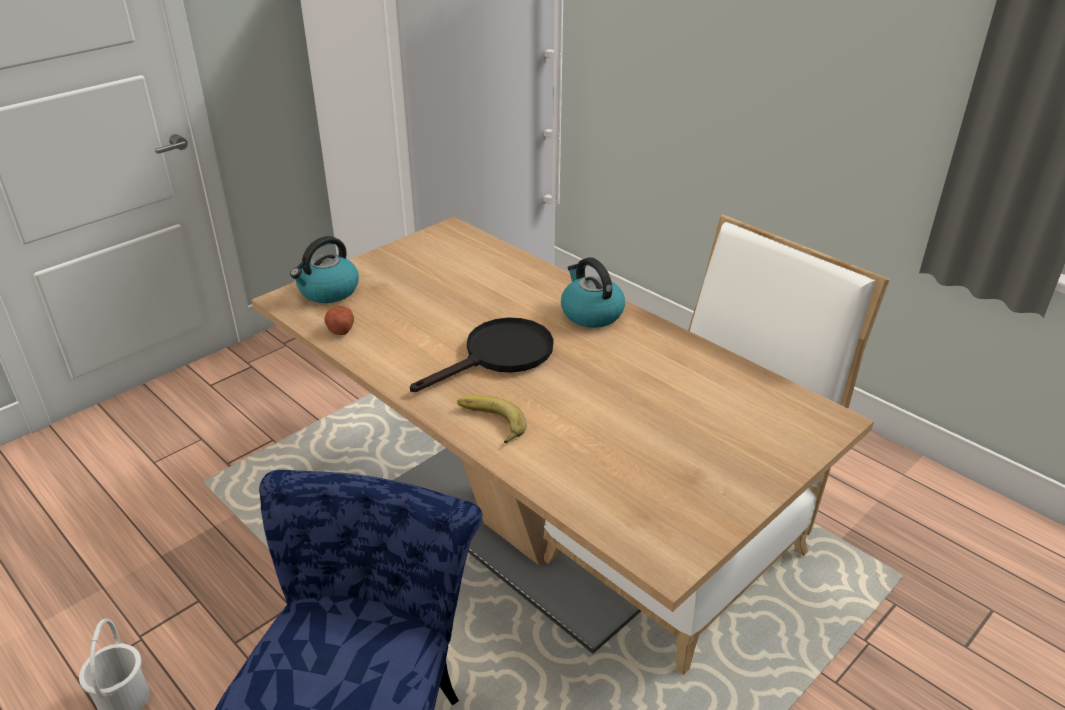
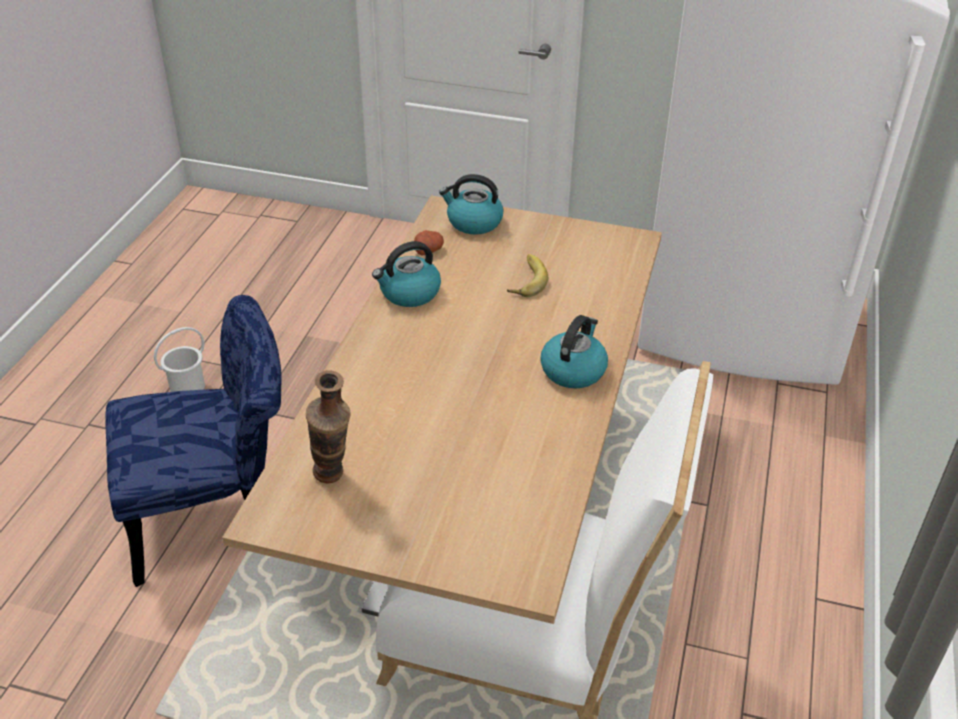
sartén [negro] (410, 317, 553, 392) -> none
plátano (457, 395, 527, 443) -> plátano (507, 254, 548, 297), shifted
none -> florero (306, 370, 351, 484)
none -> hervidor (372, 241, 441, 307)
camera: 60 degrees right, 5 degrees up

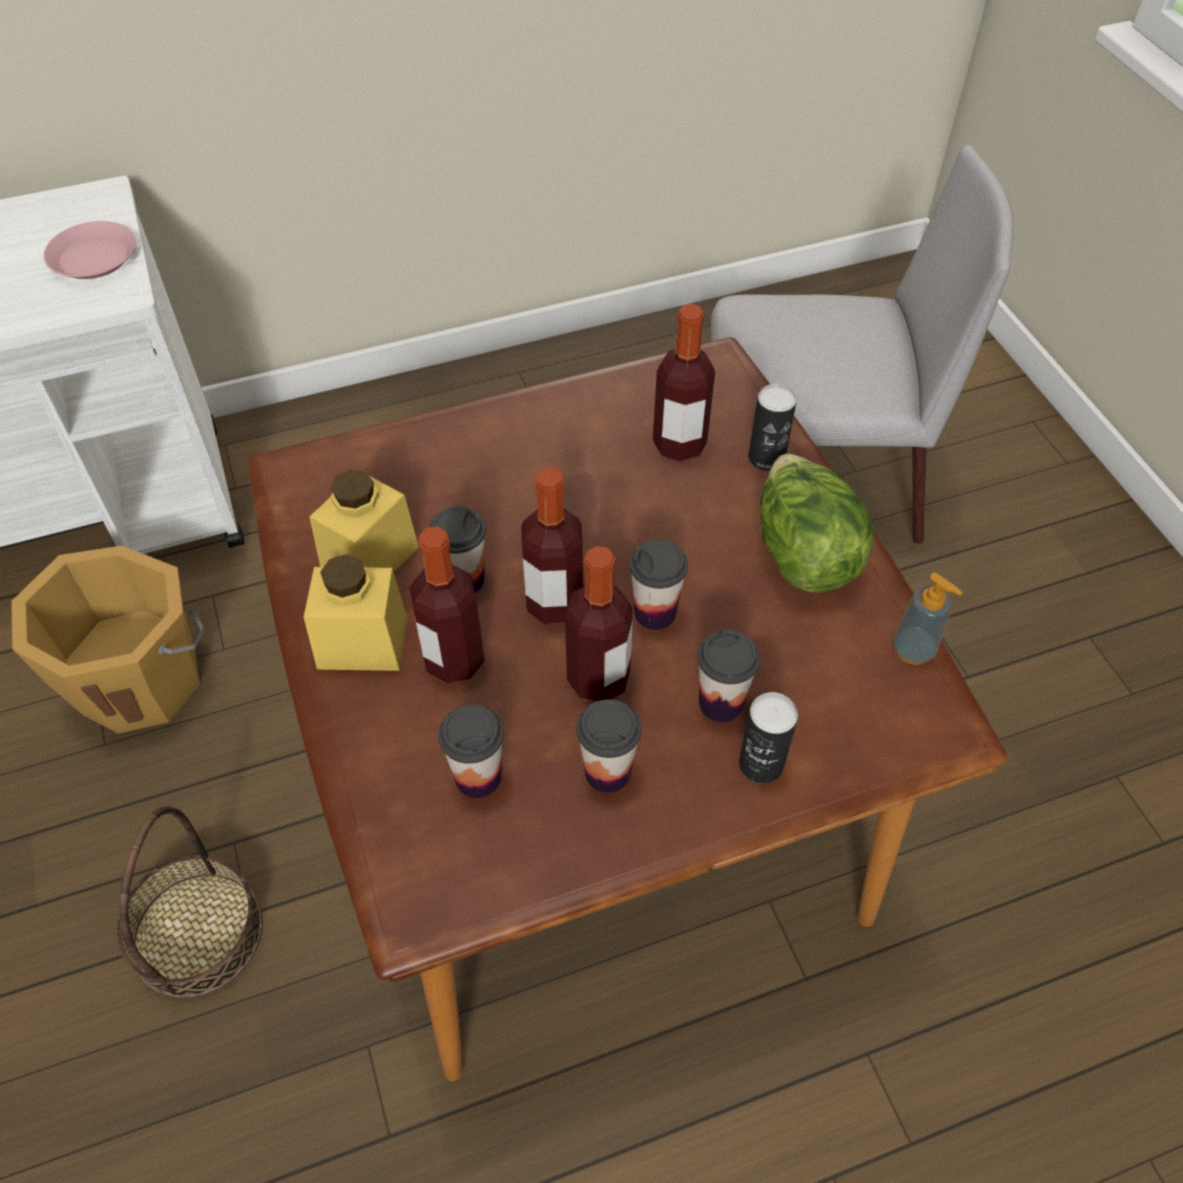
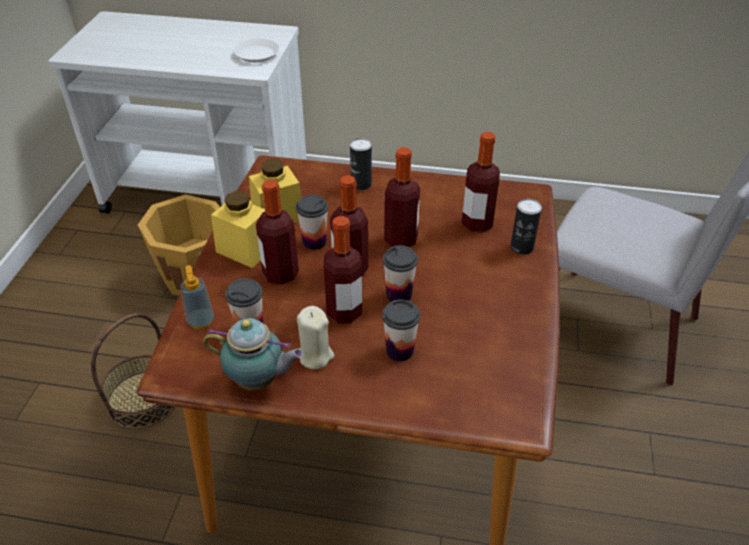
plato [rosa] (44, 221, 136, 279) -> plato [blanco] (233, 38, 280, 63)
taza (577, 699, 641, 793) -> vela [beis] (297, 306, 334, 369)
lata (739, 692, 798, 784) -> lata (350, 138, 372, 190), shifted
lechuga (760, 454, 873, 593) -> none
dispensador de jabón (893, 573, 962, 665) -> dispensador de jabón (180, 265, 214, 330), shifted
none -> tetera (203, 318, 304, 390)
none -> botella (384, 147, 420, 248)
camera: 30 degrees right, 10 degrees down

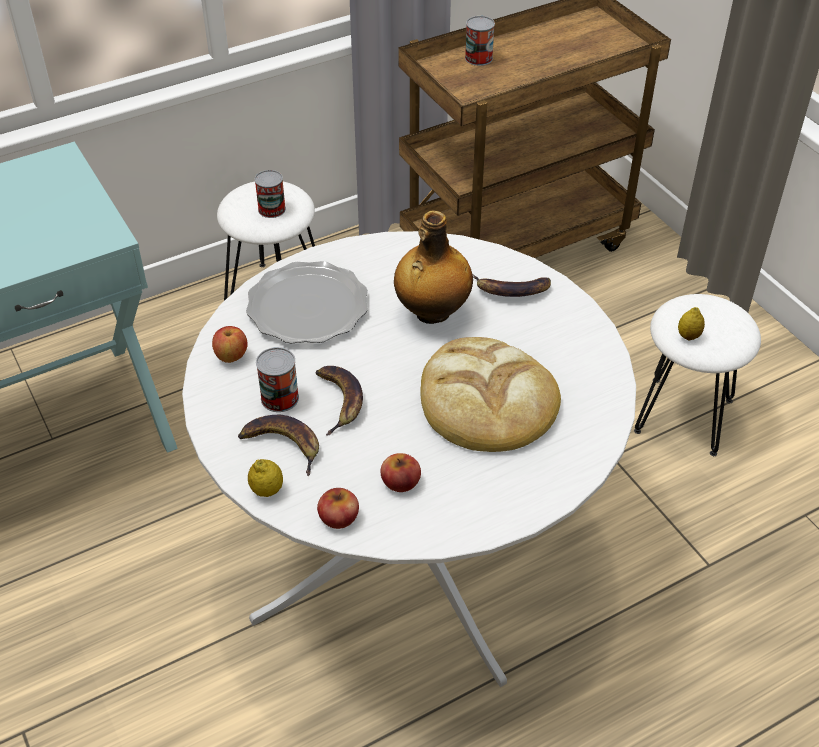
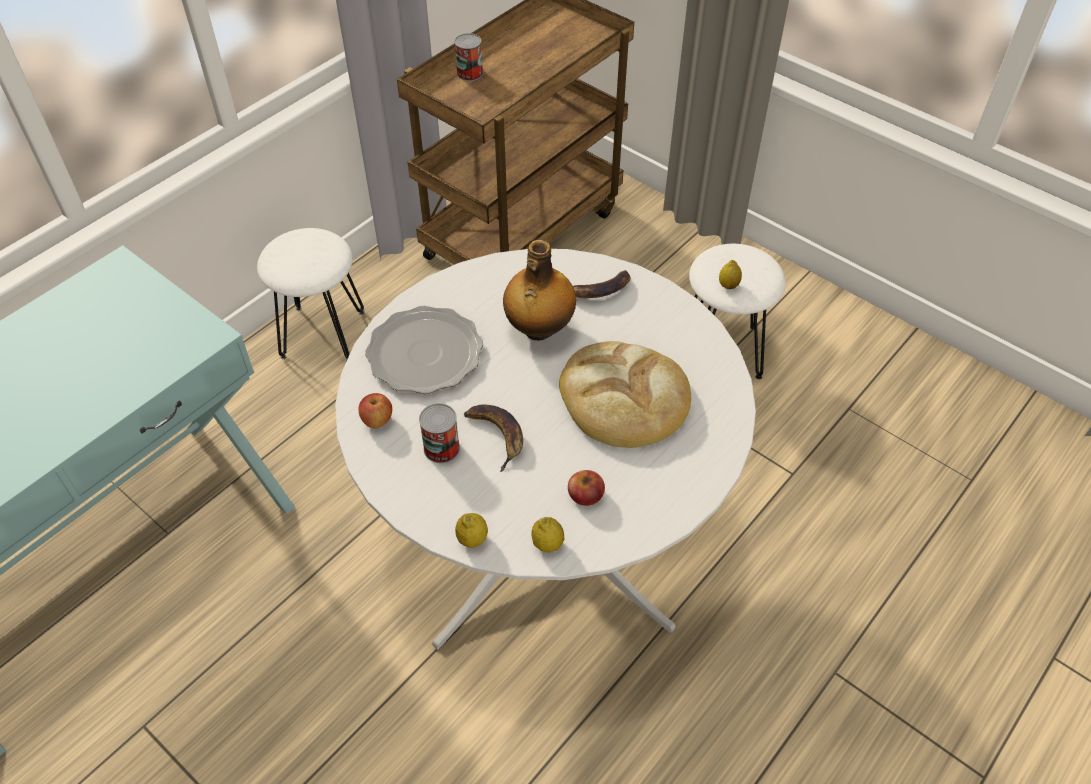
plátano (238, 415, 319, 476) -> none
lata (255, 170, 286, 218) -> none
manzana (317, 488, 359, 529) -> limón (532, 517, 564, 552)
camera: 20 degrees left, 5 degrees up

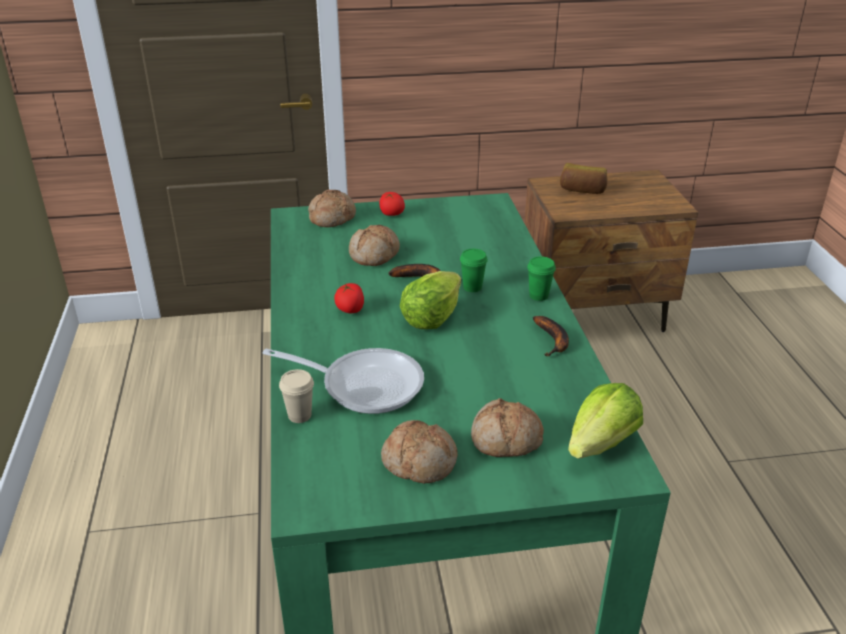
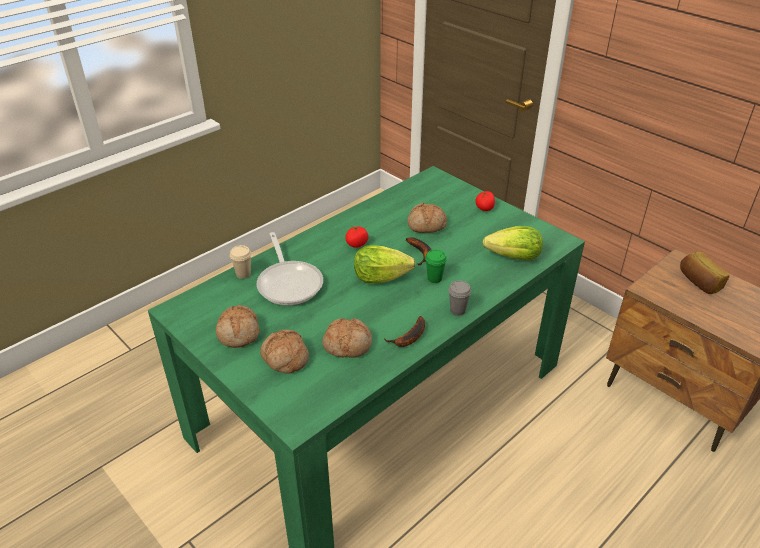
pan (308, 190, 356, 227) -> pan (322, 318, 372, 358), shifted
taza [verde] (527, 256, 556, 301) -> taza [gris] (448, 280, 471, 316)
lechuga (568, 383, 643, 459) -> lechuga (483, 226, 543, 260), shifted
camera: 55 degrees right, 5 degrees up

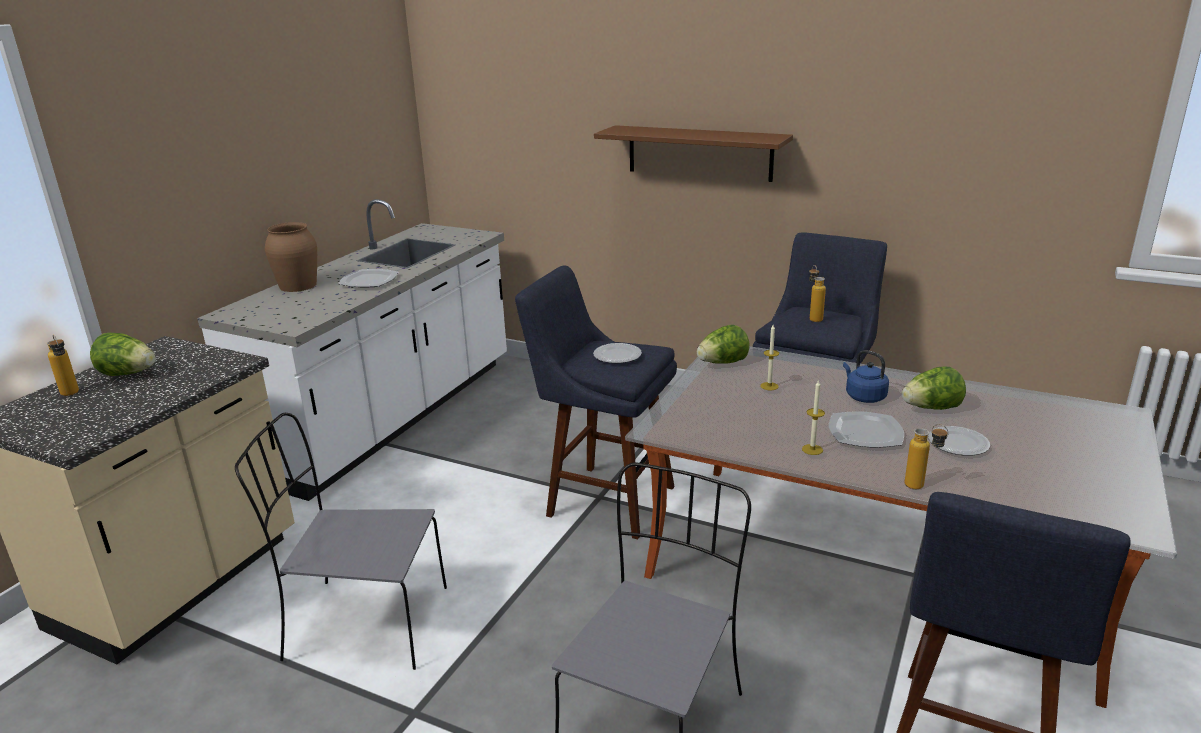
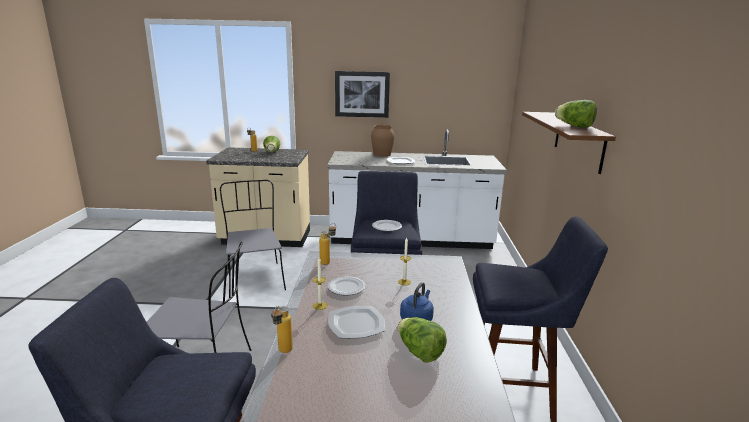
lechuga (697, 325, 750, 364) -> lechuga (555, 100, 597, 128), shifted
botella (809, 265, 826, 322) -> botella (319, 223, 336, 265), shifted
plato (928, 426, 990, 456) -> plato (328, 276, 365, 296), shifted
none -> cuadro (335, 71, 390, 118)
camera: 65 degrees right, 5 degrees down

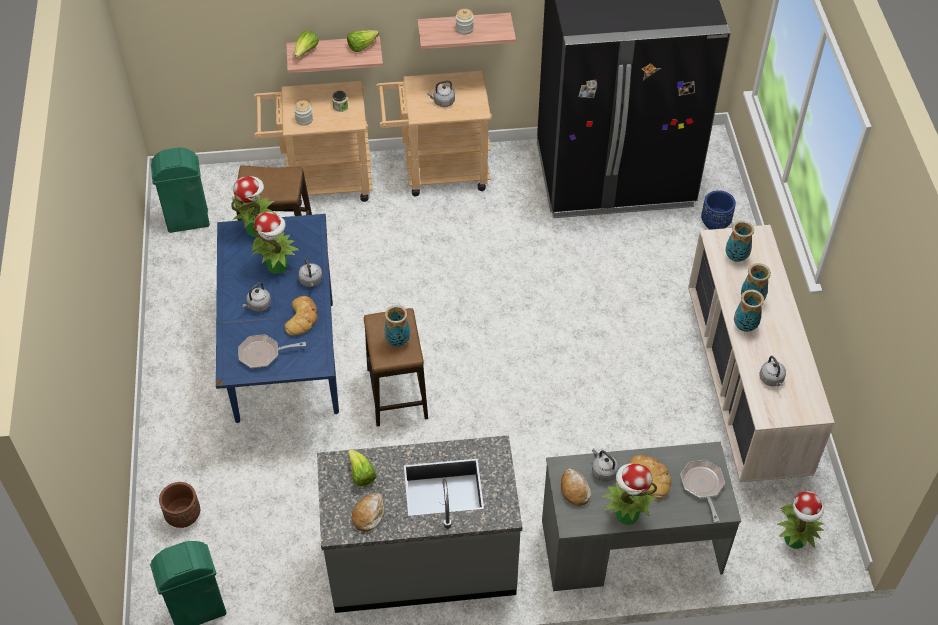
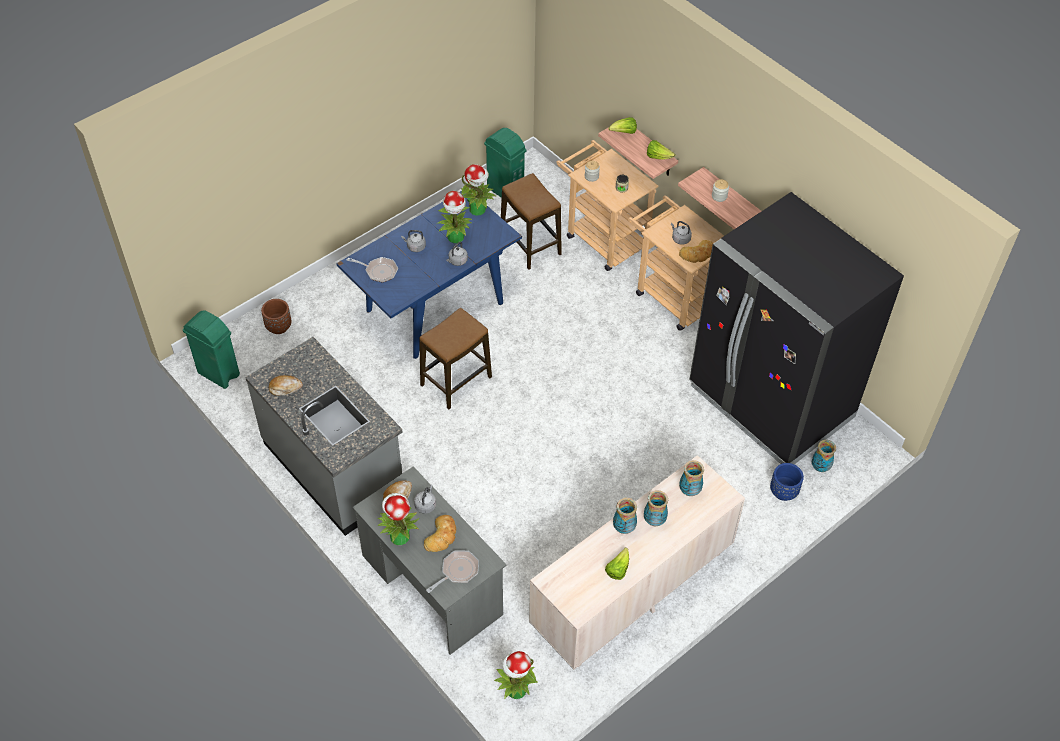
sartén (238, 334, 306, 368) -> sartén (347, 257, 398, 283), 150 degrees clockwise
pan (284, 296, 318, 336) -> pan (679, 240, 714, 263), shifted
lechuga (348, 450, 376, 486) -> lechuga (605, 548, 629, 580), shifted
florero (384, 305, 410, 347) -> florero (812, 440, 836, 472), shifted
hervidor [gris] (759, 356, 786, 387) -> none
camera: 55 degrees right, 0 degrees up

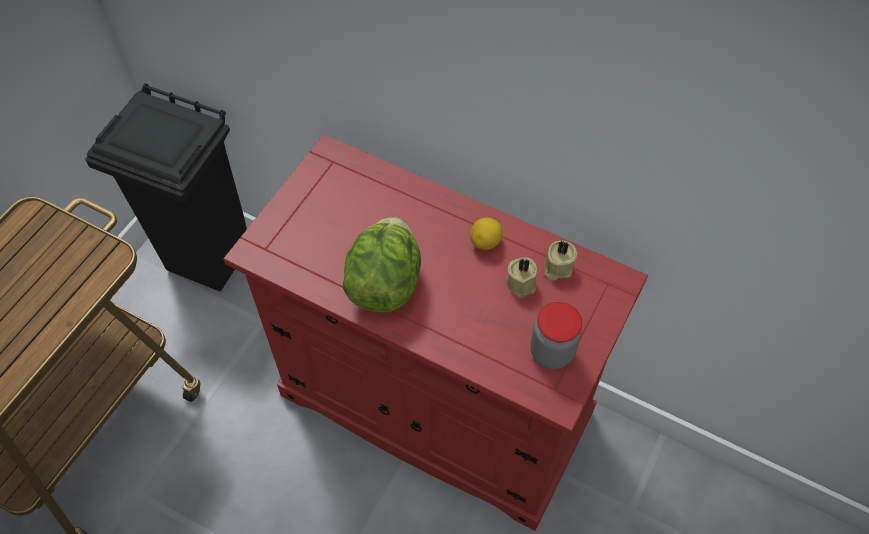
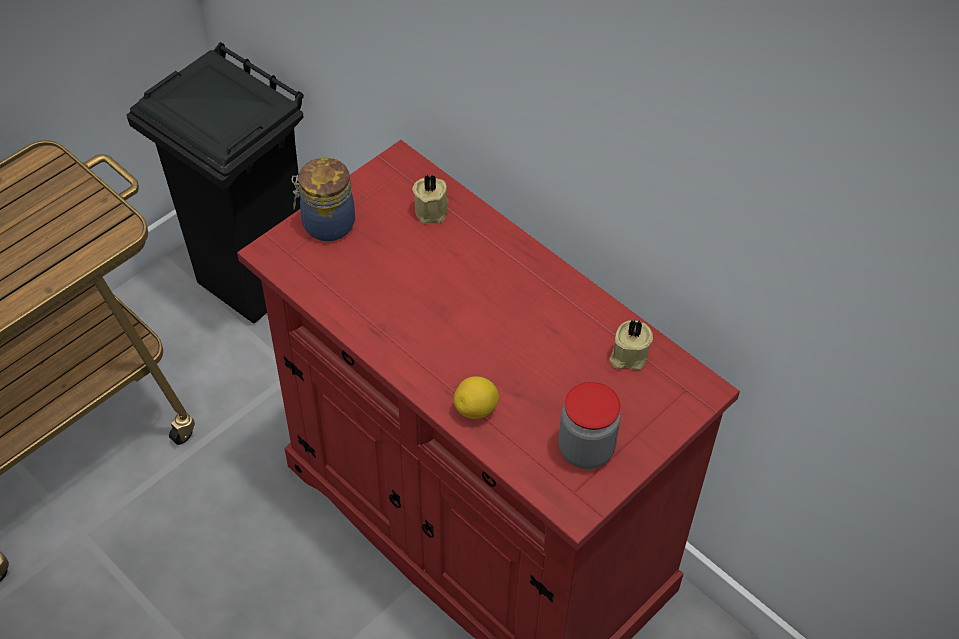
lechuga (342, 217, 421, 313) -> none
limón (470, 217, 503, 250) -> limón (454, 376, 499, 419), shifted
vela [beis] (506, 257, 537, 298) -> vela [beis] (413, 174, 448, 224), shifted
none -> tarro (291, 158, 355, 241)
camera: 15 degrees right, 5 degrees down

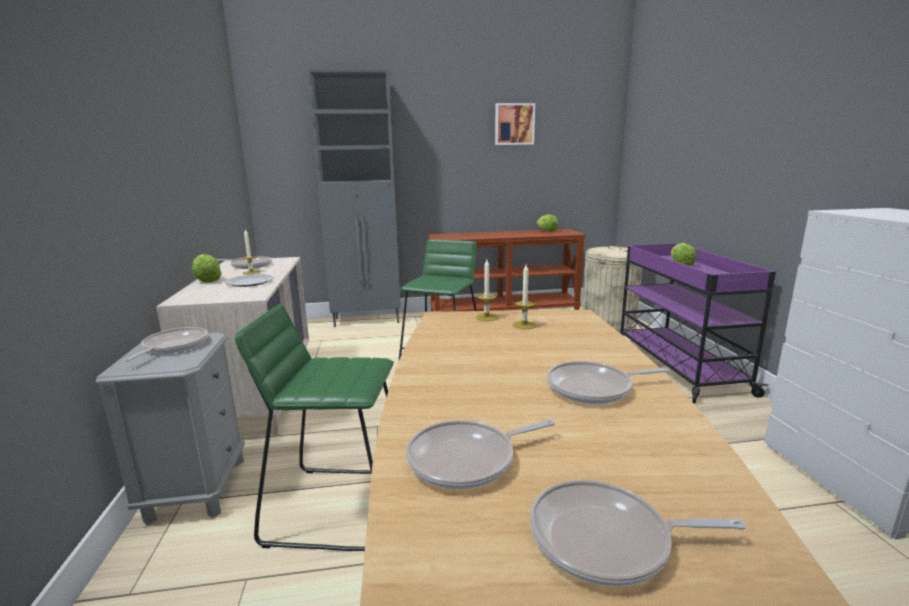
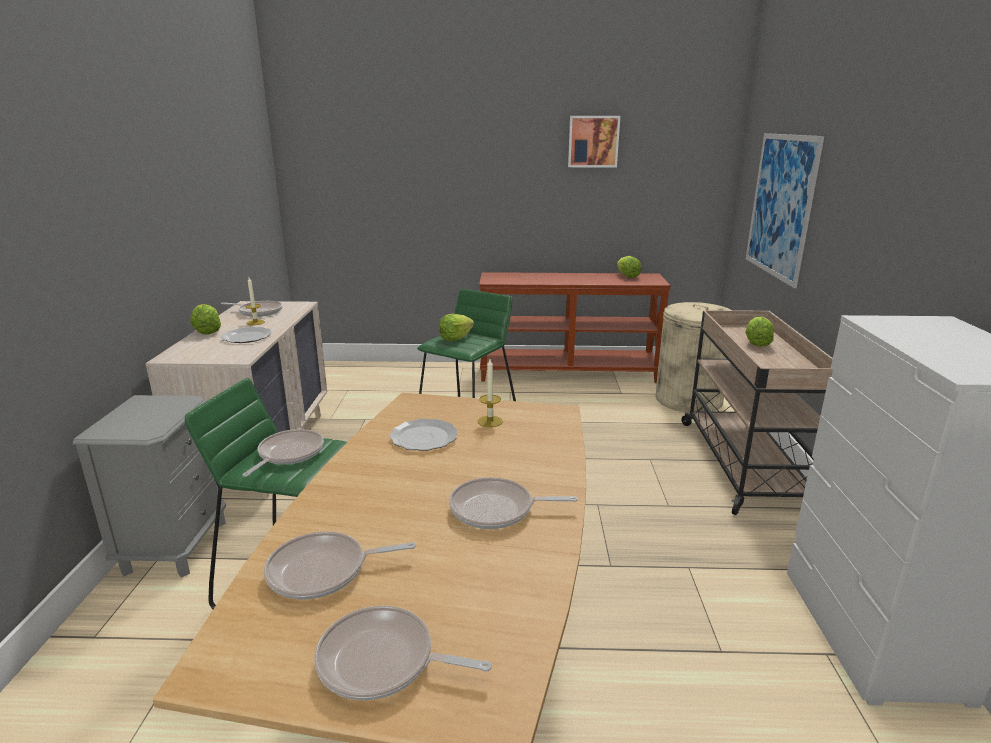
sartén (123, 327, 208, 362) -> sartén (242, 429, 324, 477), shifted
armario [gris] (307, 69, 401, 327) -> none
vela (476, 260, 498, 321) -> none
carrito [morado] (620, 243, 776, 403) -> carrito [beis] (681, 310, 833, 515)
none -> plato (390, 419, 458, 451)
none -> lechuga (439, 314, 474, 341)
none -> cuadro (746, 133, 824, 288)
camera: 10 degrees right, 5 degrees up

